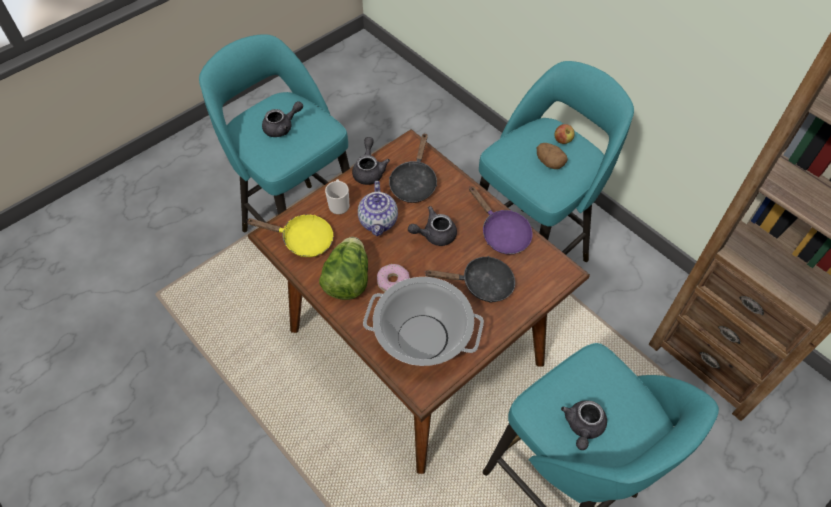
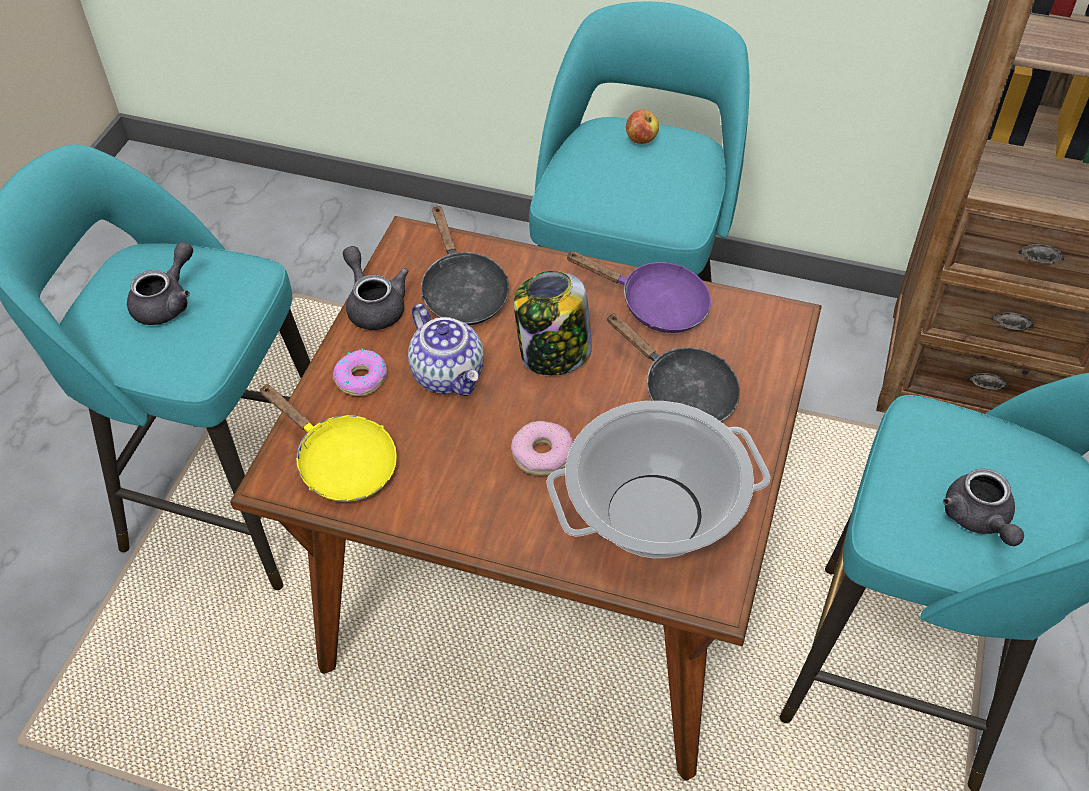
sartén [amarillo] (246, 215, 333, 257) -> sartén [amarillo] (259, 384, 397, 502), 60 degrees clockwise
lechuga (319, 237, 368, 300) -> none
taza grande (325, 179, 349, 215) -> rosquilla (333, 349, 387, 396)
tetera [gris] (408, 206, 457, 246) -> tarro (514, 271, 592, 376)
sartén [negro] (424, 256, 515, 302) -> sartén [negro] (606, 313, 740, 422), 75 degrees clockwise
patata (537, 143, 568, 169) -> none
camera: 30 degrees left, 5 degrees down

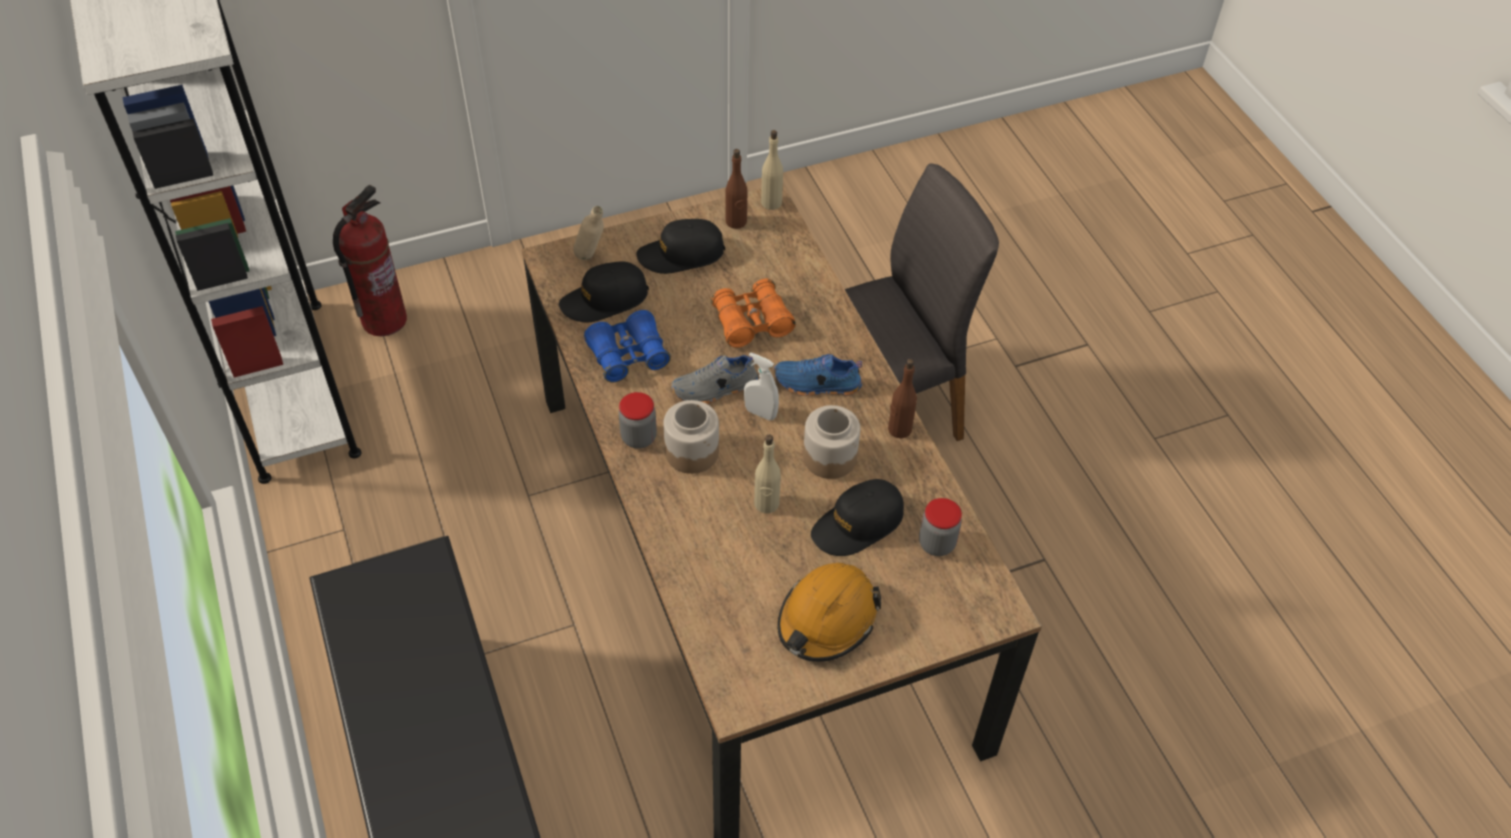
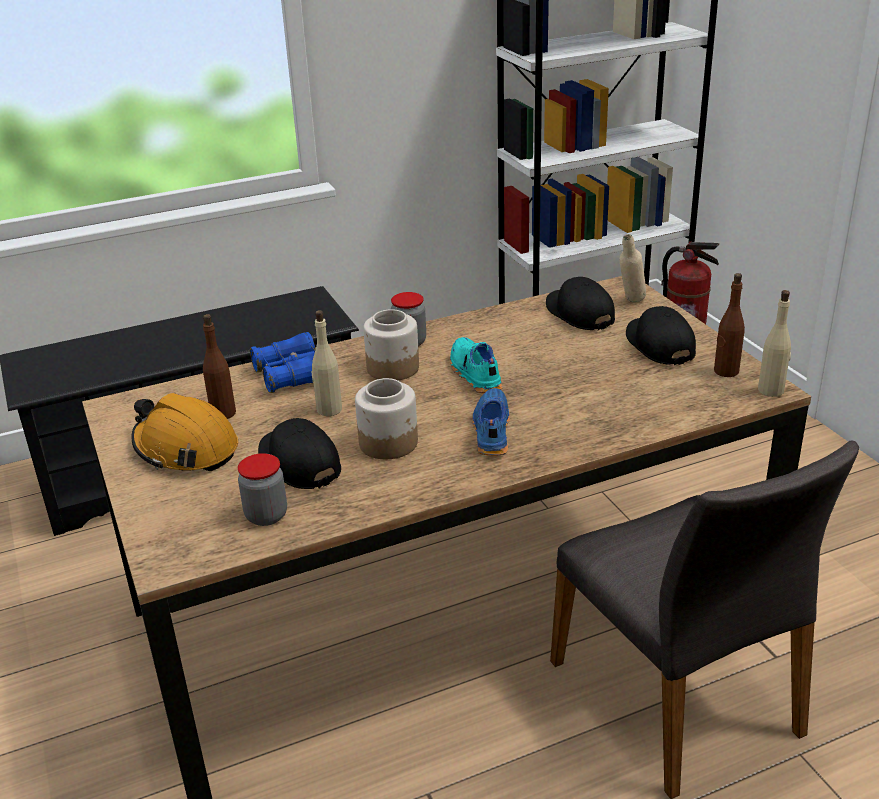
prismáticos [azul] (584, 310, 671, 383) -> prismáticos [azul] (250, 332, 316, 393), shifted
zapato [gris] (671, 353, 758, 404) -> zapato [turquesa] (450, 337, 503, 393)
prismáticos [naranja] (711, 279, 796, 348) -> none
pulverizador [blanco] (744, 352, 779, 421) -> none
botella [marrón] (888, 359, 917, 438) -> botella [marrón] (203, 314, 236, 419), shifted
camera: 90 degrees right, 20 degrees down

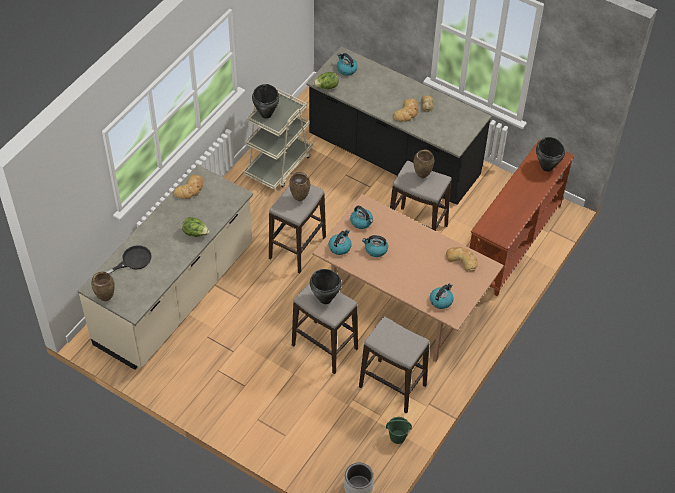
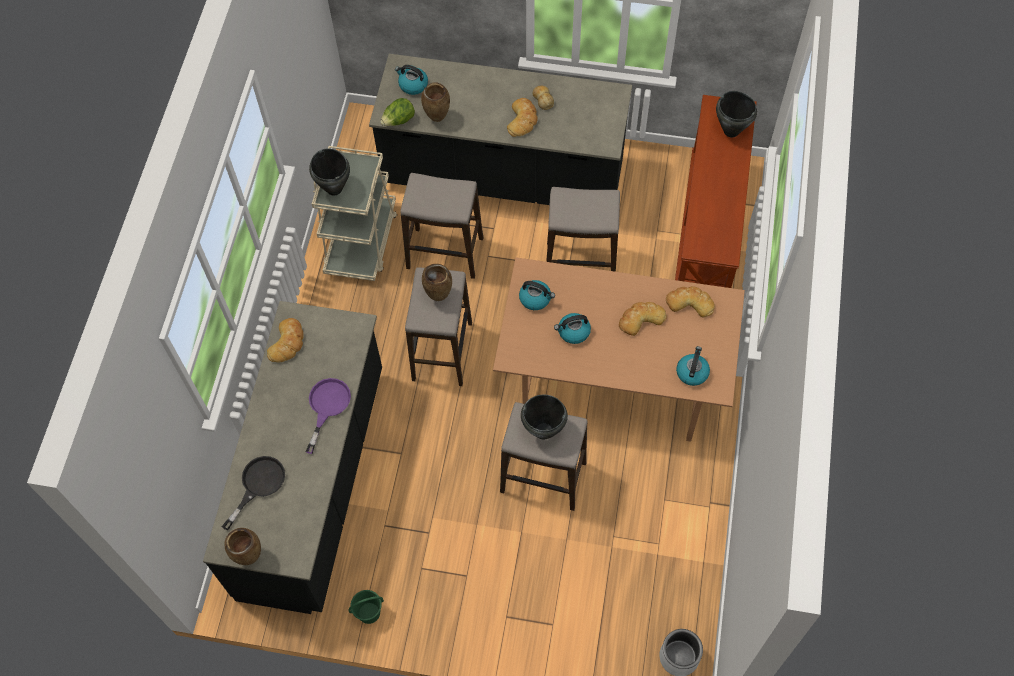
mueble bajo de cocina [beis] (78, 165, 253, 370) -> mueble bajo de cocina [negro] (203, 301, 382, 614)
lechuga (182, 217, 210, 237) -> sartén [morado] (305, 378, 351, 454)
hervidor (329, 230, 352, 255) -> none
taburete (359, 316, 429, 414) -> taburete (400, 173, 483, 279), shifted
cubo [verde] (386, 417, 412, 444) -> cubo [verde] (349, 590, 384, 624), shifted
florero [marrón] (413, 149, 434, 178) -> florero [marrón] (421, 83, 450, 122), shifted
none -> pan (619, 302, 667, 336)
camera: 20 degrees left, 10 degrees up

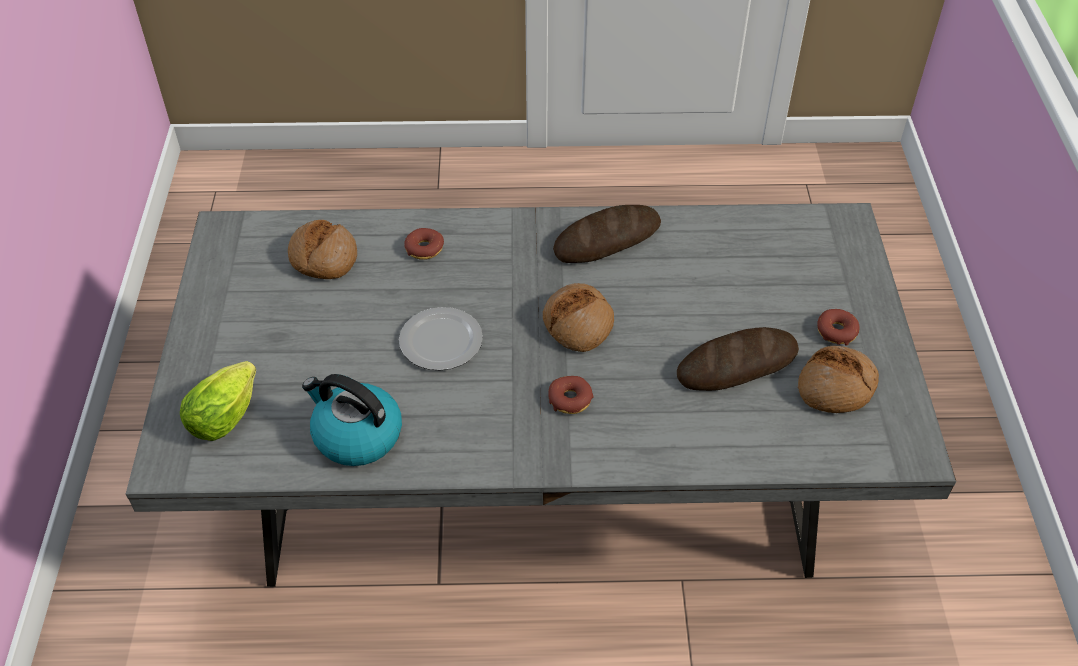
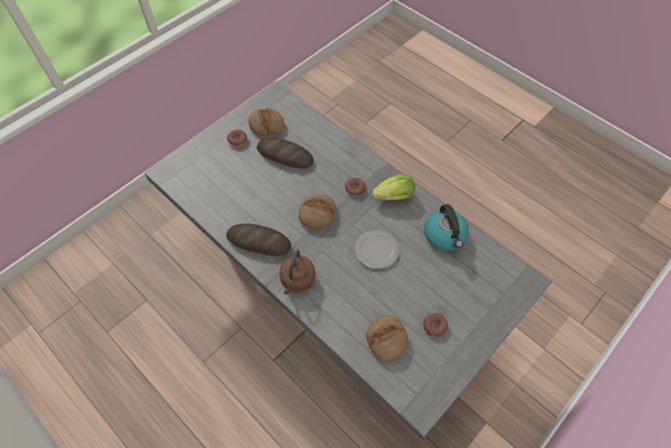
lechuga (180, 361, 256, 441) -> lechuga (372, 174, 415, 200), shifted
rosquilla (404, 228, 444, 260) -> rosquilla (423, 313, 448, 337), shifted
none -> hervidor [marrón] (279, 250, 316, 294)
camera: 135 degrees left, 10 degrees up

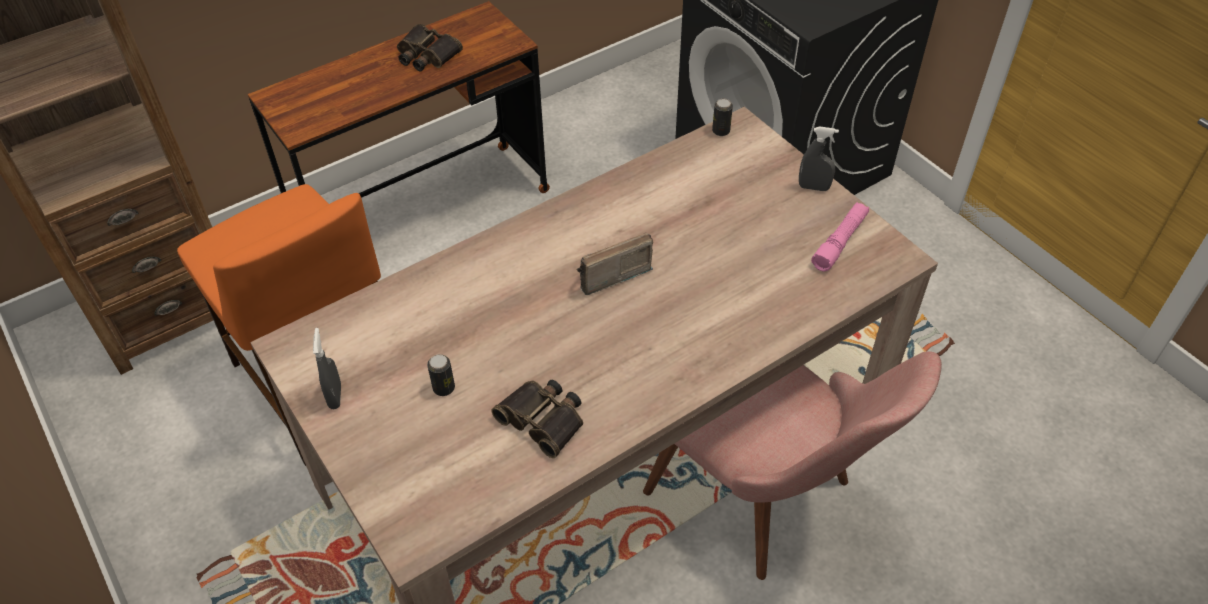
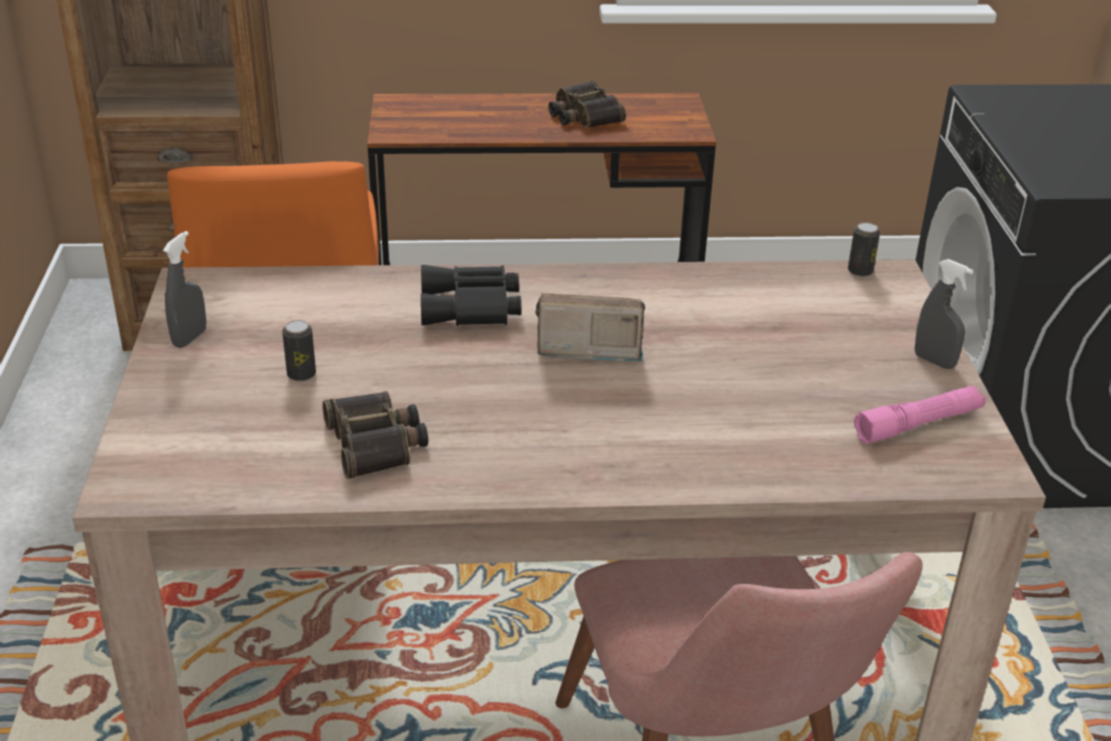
none -> prismáticos [negro] (421, 265, 521, 326)
camera: 30 degrees right, 15 degrees down

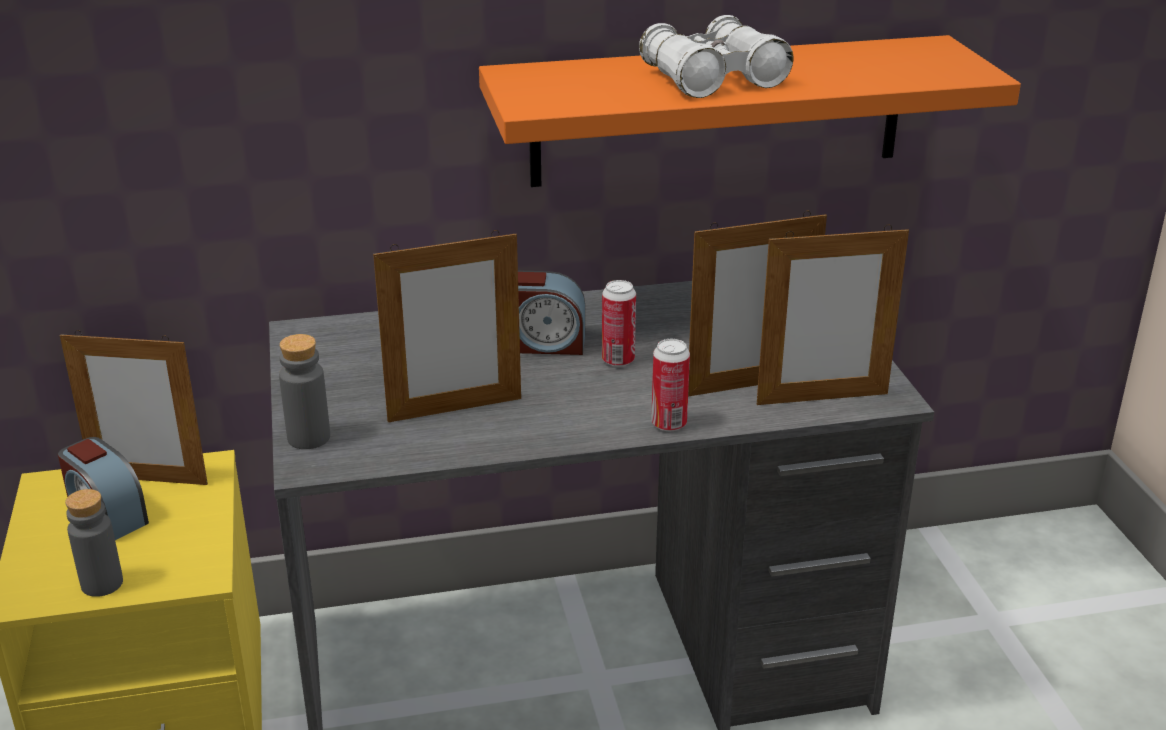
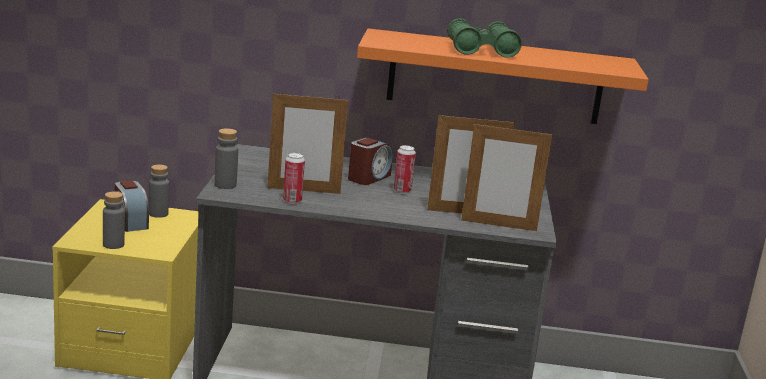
portarretratos (60, 330, 208, 485) -> botella [gris] (149, 164, 169, 218)
despertador (518, 271, 585, 355) -> despertador (348, 138, 393, 185), 75 degrees counterclockwise
prismáticos [blanco] (639, 15, 793, 98) -> prismáticos [verde] (447, 18, 522, 58)
lata (651, 339, 690, 431) -> lata (283, 153, 305, 204), shifted
camera: 15 degrees right, 10 degrees down

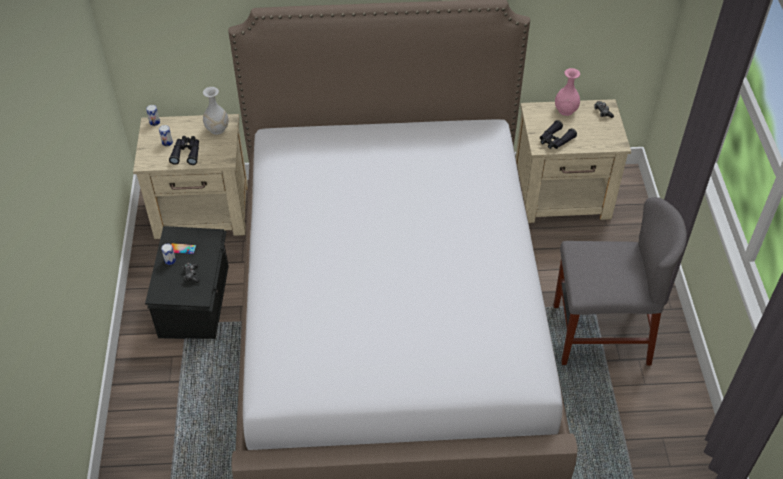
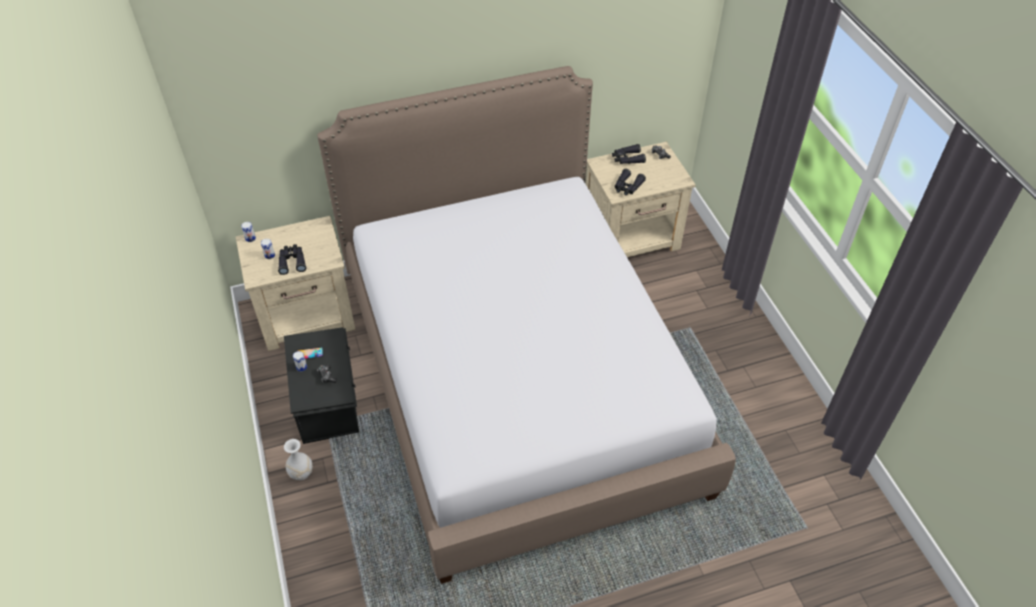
florero [blanco] (203, 87, 229, 135) -> florero [blanco] (284, 439, 313, 480), shifted
silla [gris] (554, 197, 687, 366) -> none
florero [rosa] (555, 68, 580, 116) -> prismáticos [negro] (612, 144, 646, 164)
camera: 15 degrees left, 0 degrees up

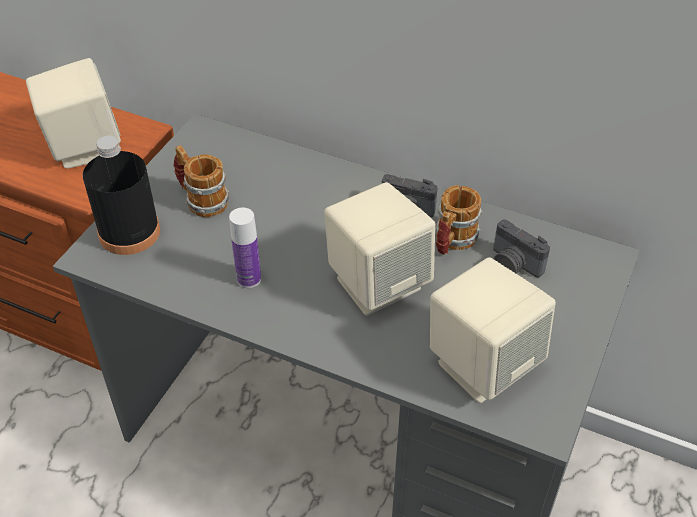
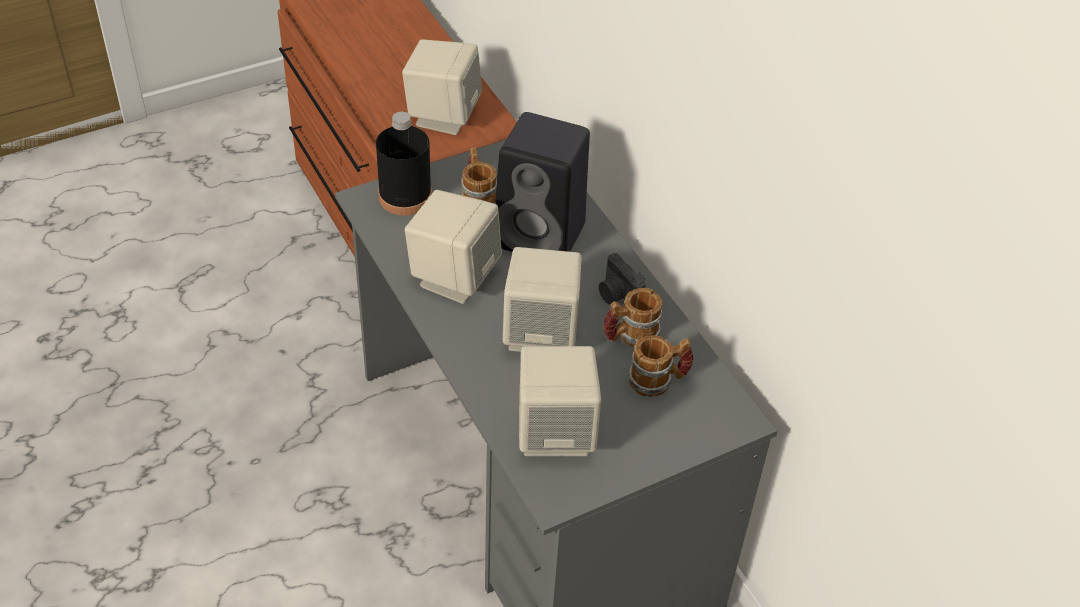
botella (229, 207, 261, 288) -> altavoz [beis] (405, 190, 502, 304)
cámara (493, 219, 550, 277) -> taza grande (628, 335, 693, 397)
none -> altavoz [negro] (495, 112, 590, 252)
camera: 35 degrees right, 0 degrees up

